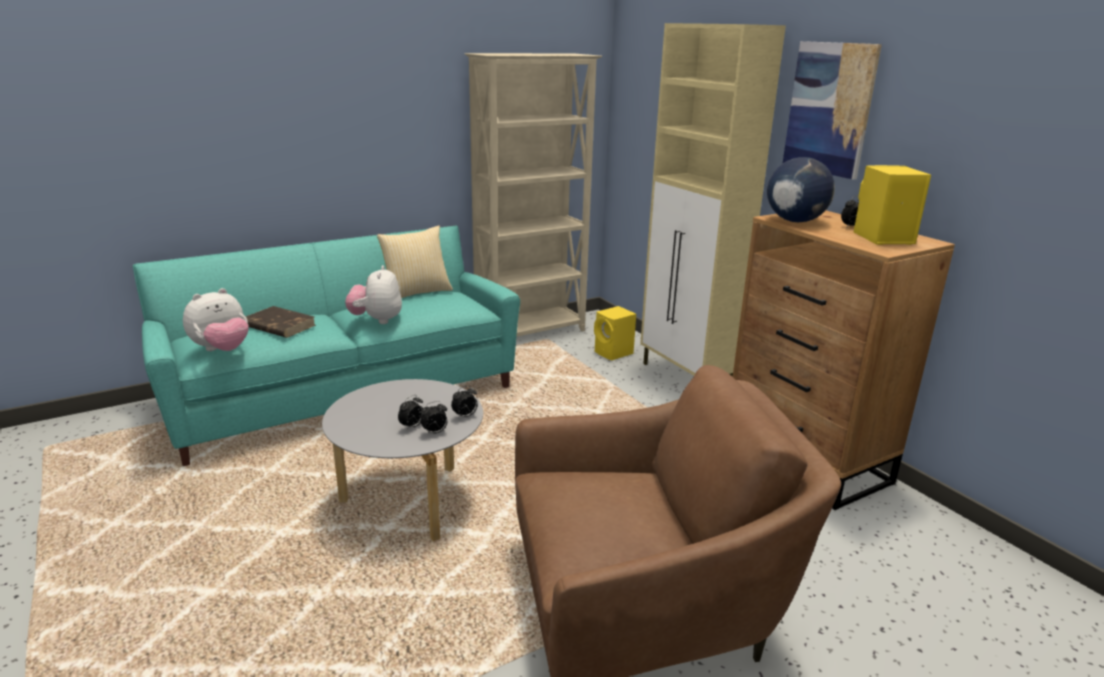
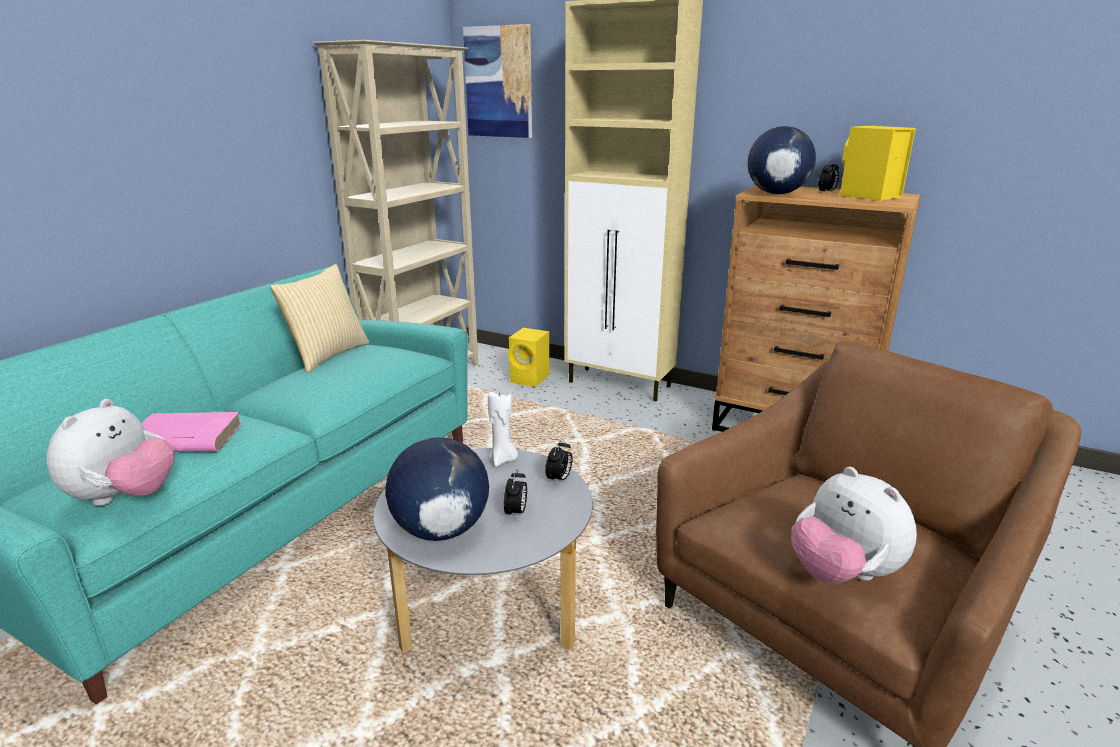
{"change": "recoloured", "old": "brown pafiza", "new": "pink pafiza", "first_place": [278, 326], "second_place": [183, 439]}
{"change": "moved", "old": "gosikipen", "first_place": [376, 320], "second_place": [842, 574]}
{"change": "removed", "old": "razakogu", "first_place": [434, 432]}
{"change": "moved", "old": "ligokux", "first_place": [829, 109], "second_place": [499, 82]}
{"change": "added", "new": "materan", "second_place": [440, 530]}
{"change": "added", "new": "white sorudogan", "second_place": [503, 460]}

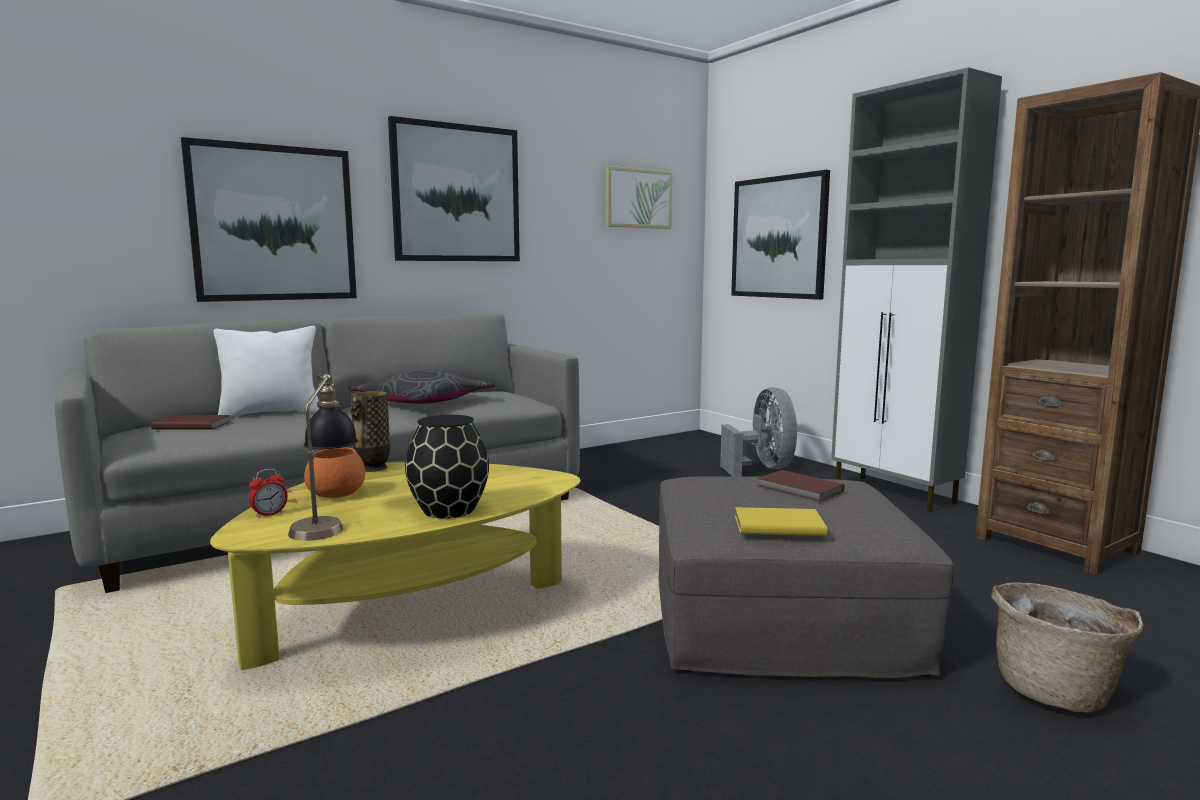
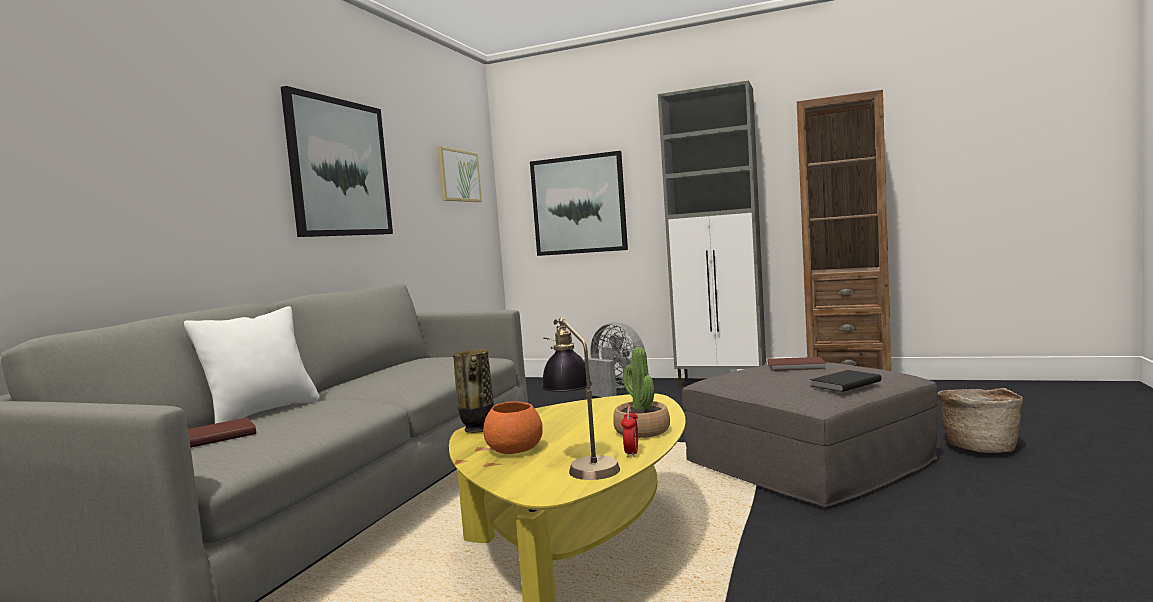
{"change": "removed", "old": "ligokux", "first_place": [274, 224]}
{"change": "moved", "old": "razakogu", "first_place": [269, 514], "second_place": [631, 453]}
{"change": "removed", "old": "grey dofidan", "first_place": [423, 402]}
{"change": "replaced", "old": "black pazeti", "new": "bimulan", "first_place": [448, 510], "second_place": [642, 431]}
{"change": "recoloured", "old": "yellow pafiza", "new": "black pafiza", "first_place": [777, 525], "second_place": [843, 383]}

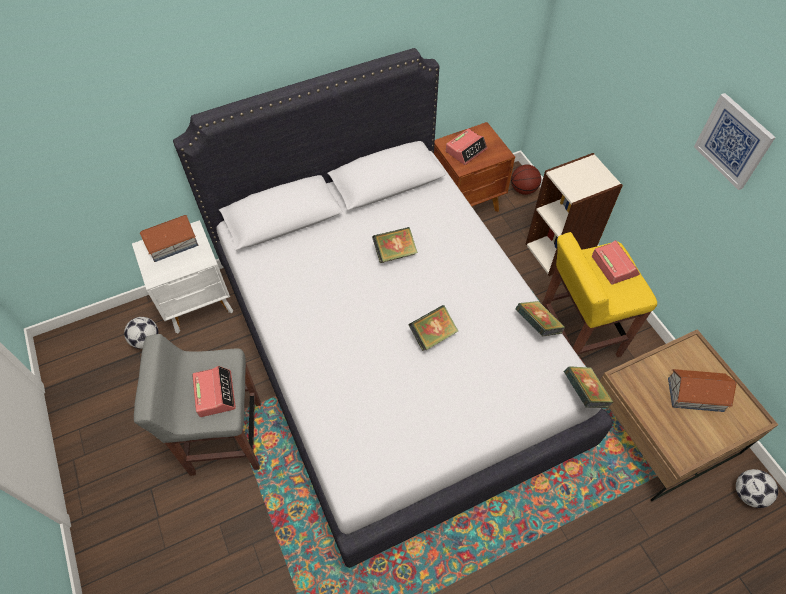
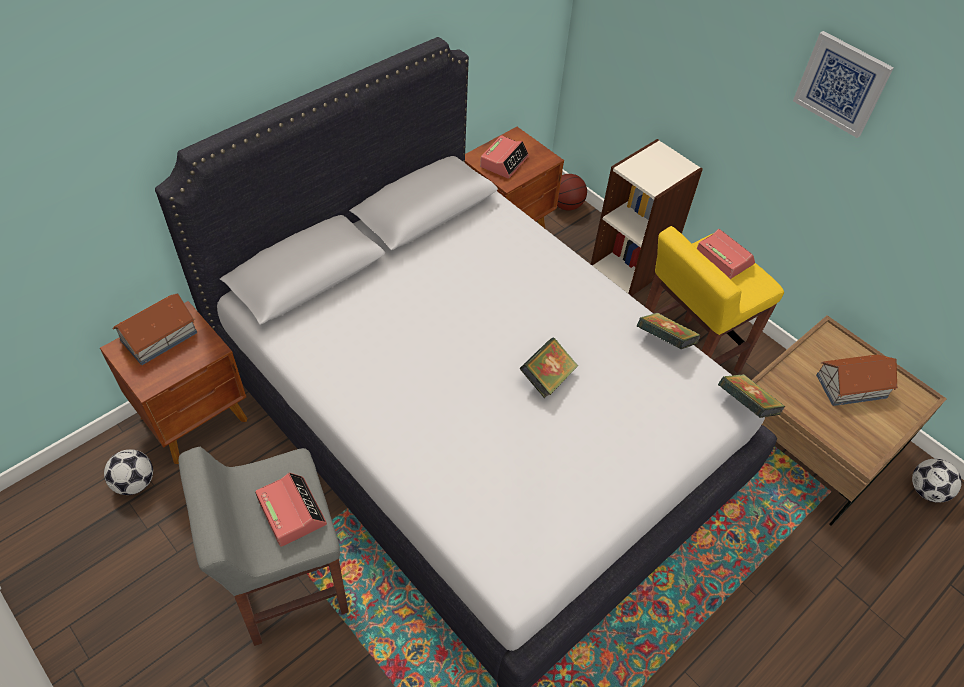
{"change": "recoloured", "old": "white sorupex", "new": "brown sorupex", "first_place": [199, 303], "second_place": [196, 419]}
{"change": "removed", "old": "pafiza", "first_place": [395, 253]}

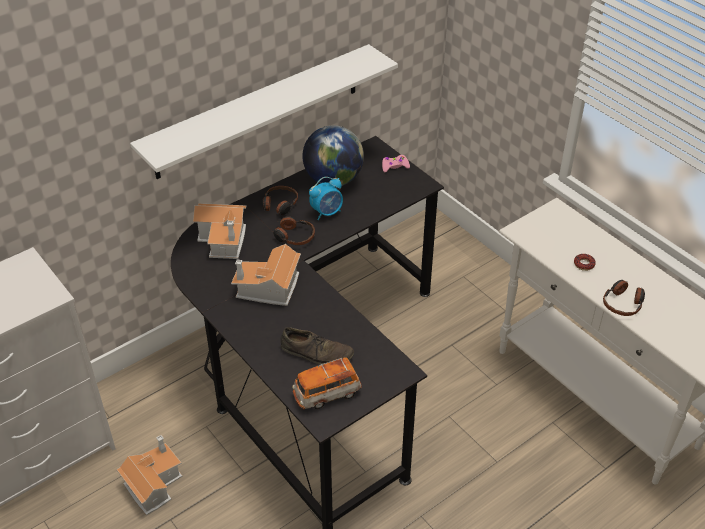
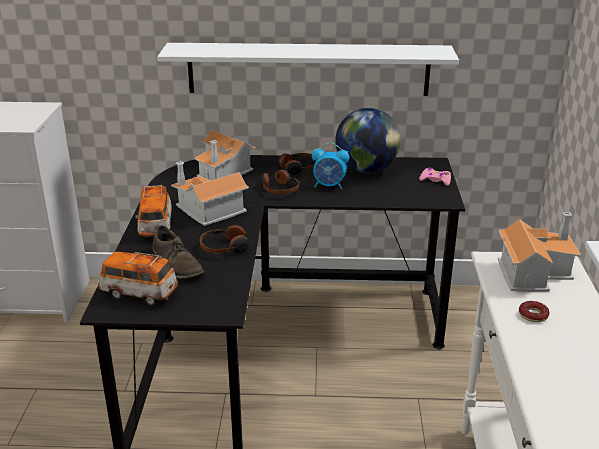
{"change": "moved", "old": "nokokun", "first_place": [153, 483], "second_place": [533, 271]}
{"change": "moved", "old": "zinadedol", "first_place": [623, 303], "second_place": [226, 247]}
{"change": "added", "new": "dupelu", "second_place": [155, 226]}

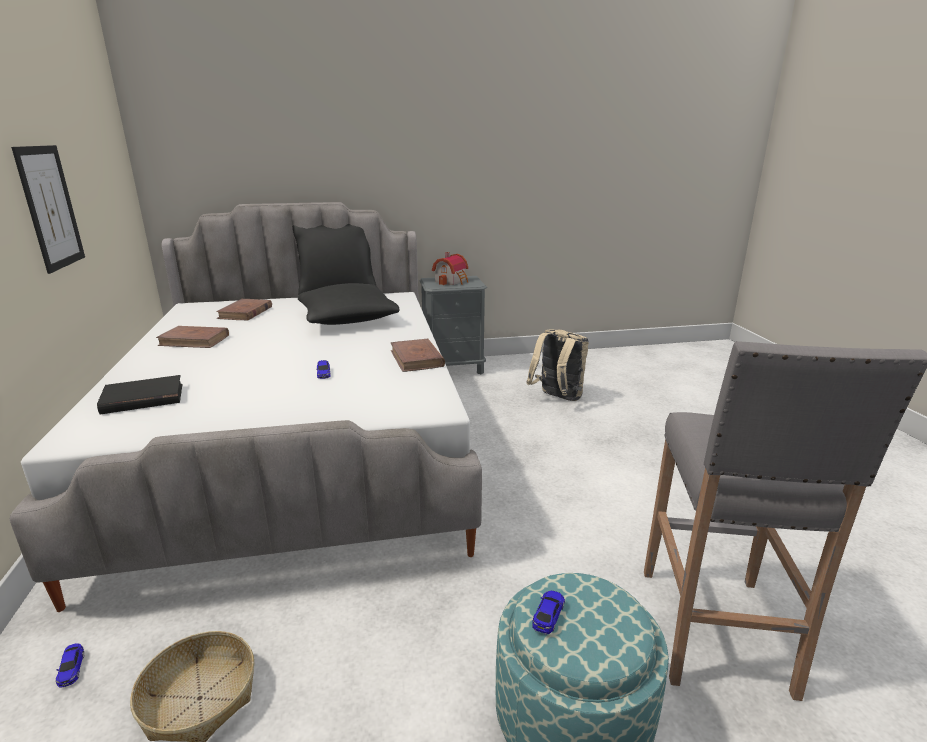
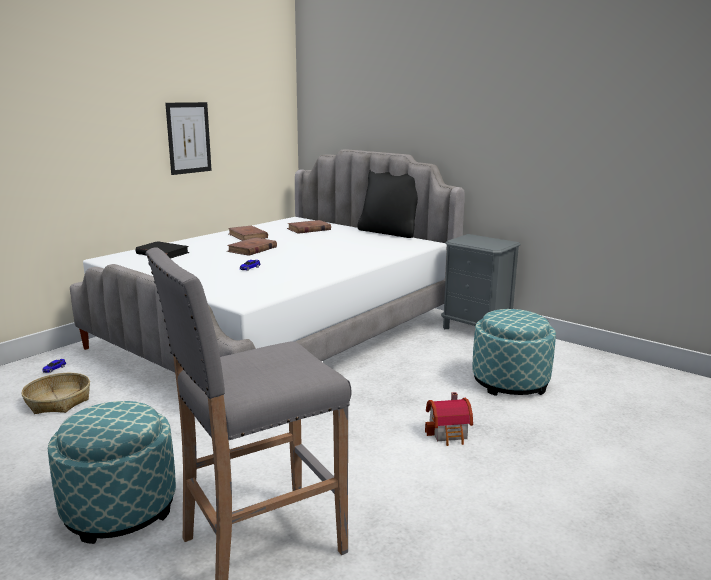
{"change": "removed", "old": "black dofidan", "first_place": [347, 319]}
{"change": "moved", "old": "brown pafiza", "first_place": [416, 359], "second_place": [252, 249]}
{"change": "moved", "old": "nokokun", "first_place": [452, 281], "second_place": [449, 433]}
{"change": "replaced", "old": "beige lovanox", "new": "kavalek", "first_place": [557, 398], "second_place": [510, 382]}
{"change": "removed", "old": "dupelu", "first_place": [548, 616]}

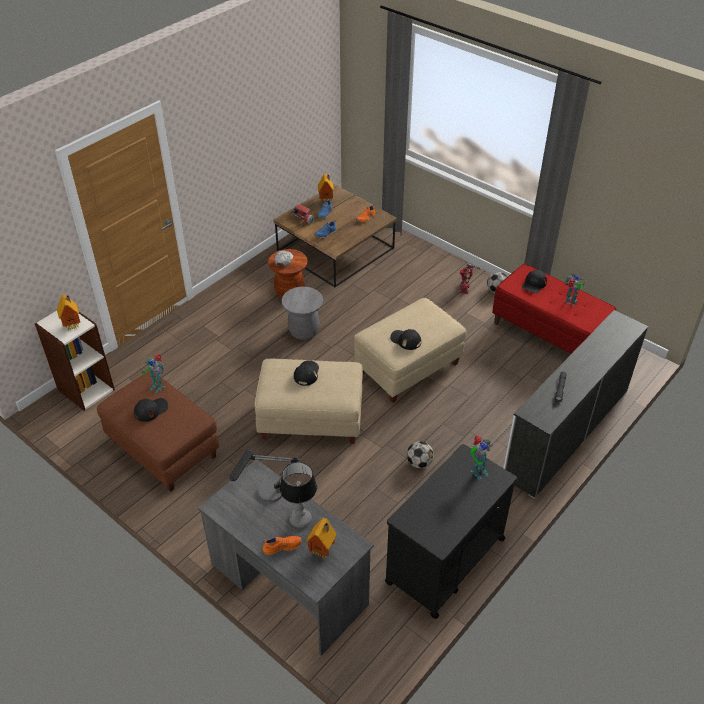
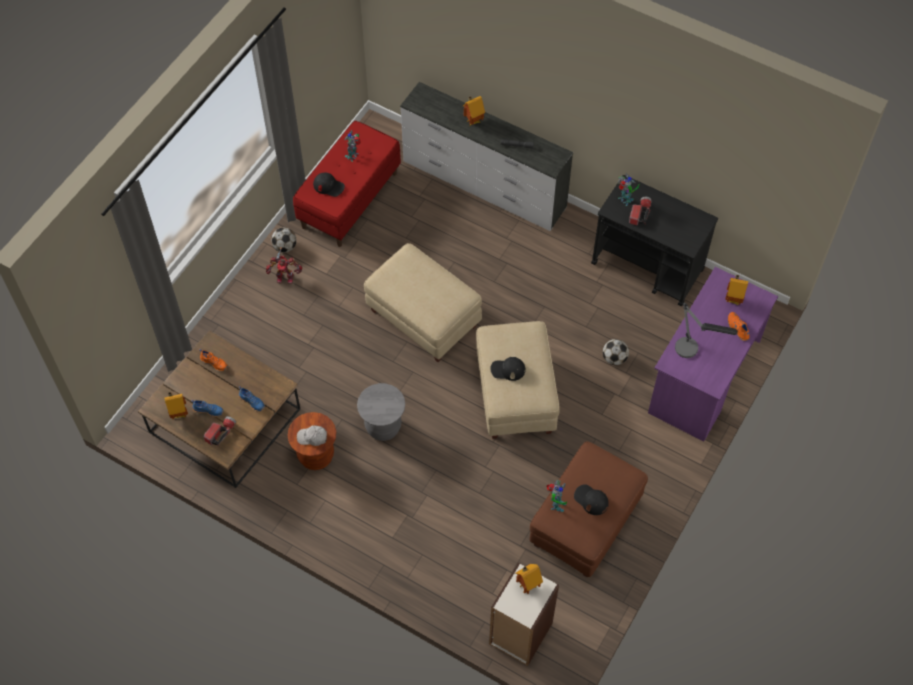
{"change": "recoloured", "old": "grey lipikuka", "new": "purple lipikuka", "first_place": [289, 584], "second_place": [704, 377]}
{"change": "removed", "old": "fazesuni", "first_place": [300, 520]}
{"change": "removed", "old": "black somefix", "first_place": [405, 340]}
{"change": "moved", "old": "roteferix", "first_place": [419, 463], "second_place": [614, 358]}
{"change": "added", "new": "nokokun", "second_place": [472, 121]}
{"change": "added", "new": "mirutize", "second_place": [640, 214]}

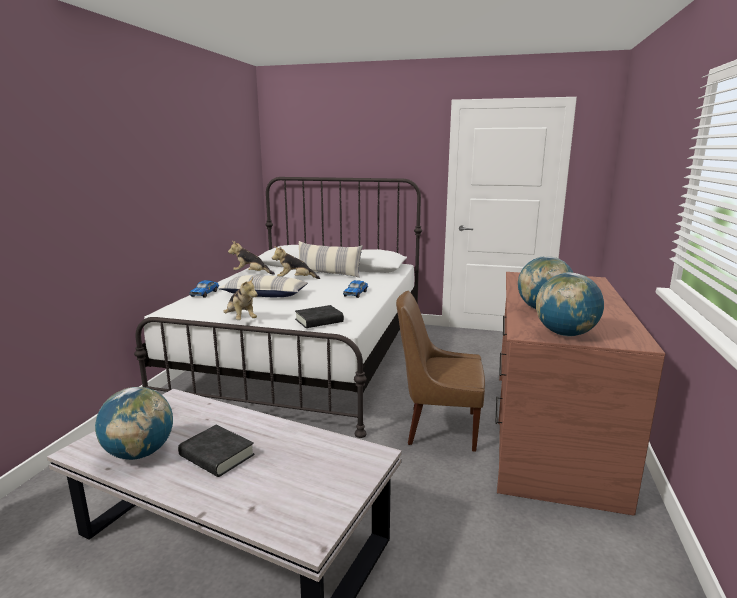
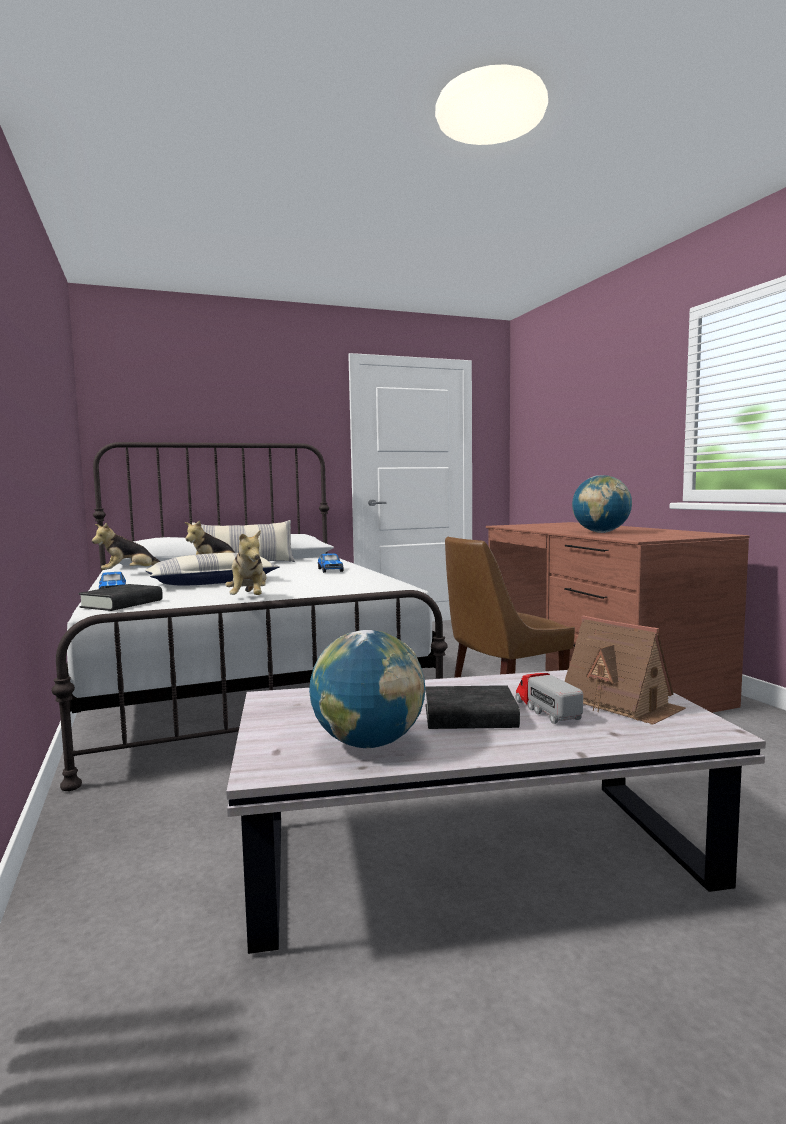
{"change": "turned", "old": "gosikipen", "first_place": [240, 319], "second_place": [249, 599], "degrees": 60}
{"change": "moved", "old": "black pafiza", "first_place": [319, 321], "second_place": [122, 604]}
{"change": "removed", "old": "materan", "first_place": [565, 334]}
{"change": "added", "new": "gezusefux", "second_place": [546, 710]}
{"change": "added", "new": "nokokun", "second_place": [622, 703]}

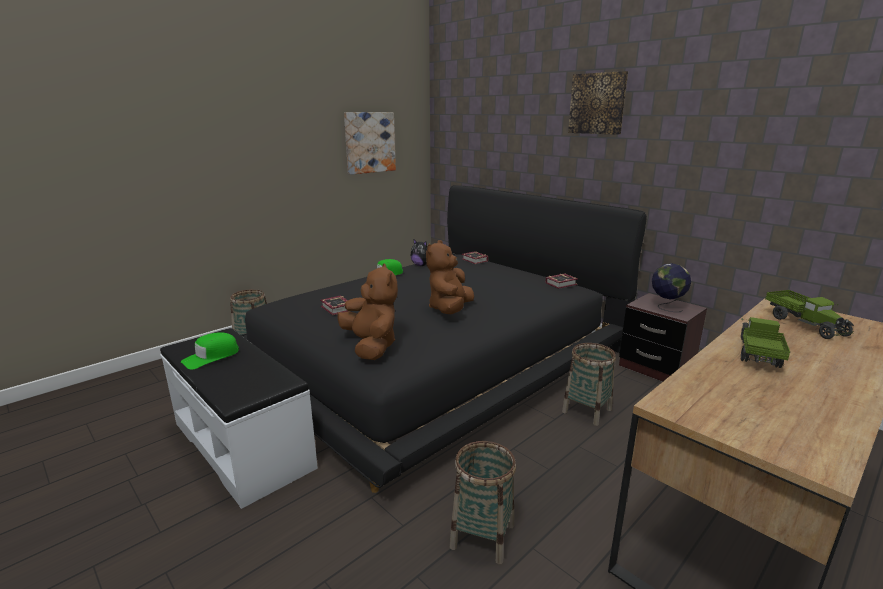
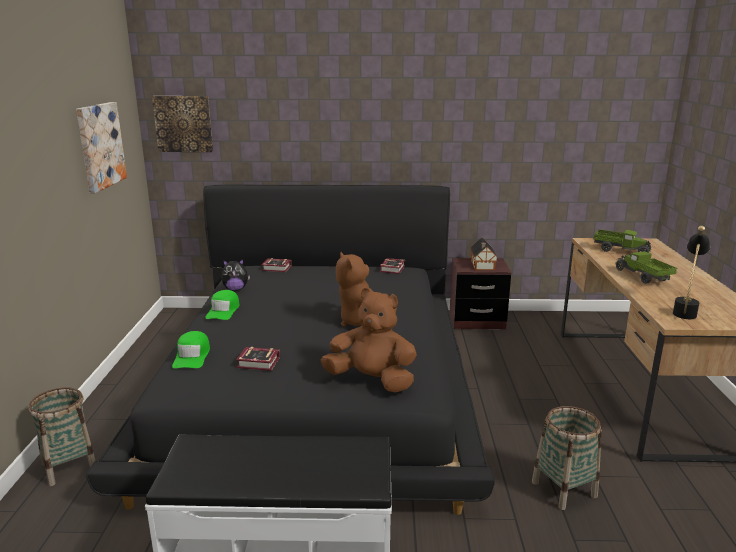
{"change": "moved", "old": "green somefix", "first_place": [211, 357], "second_place": [192, 356]}
{"change": "removed", "old": "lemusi", "first_place": [586, 410]}
{"change": "moved", "old": "ligokux", "first_place": [597, 103], "second_place": [183, 124]}
{"change": "replaced", "old": "materan", "new": "nokokun", "first_place": [666, 307], "second_place": [482, 265]}
{"change": "added", "new": "black fazesuni", "second_place": [685, 311]}

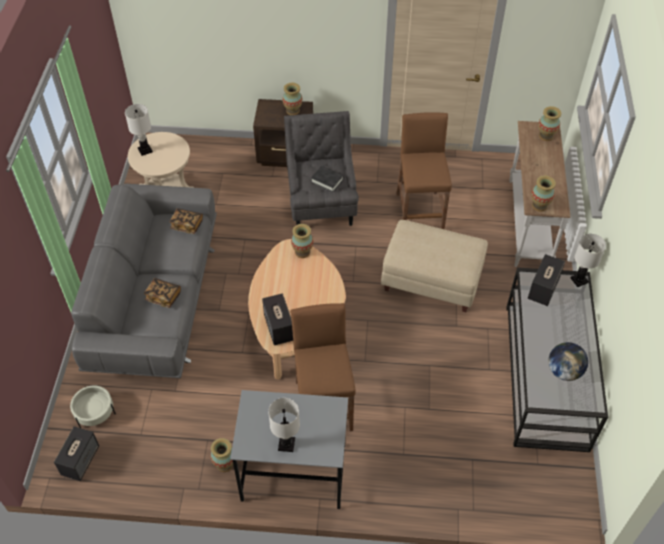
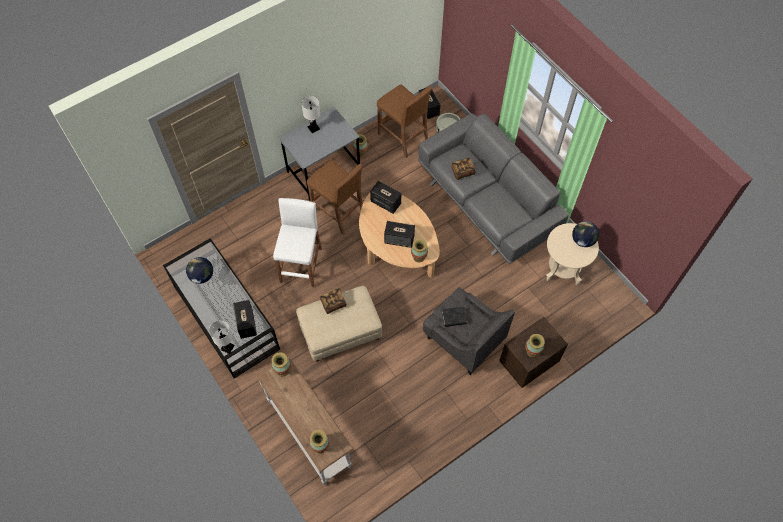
{"change": "replaced", "old": "white fazesuni", "new": "materan", "first_place": [145, 150], "second_place": [583, 240]}
{"change": "moved", "old": "pafiza", "first_place": [187, 225], "second_place": [333, 303]}
{"change": "moved", "old": "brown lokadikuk", "first_place": [419, 212], "second_place": [403, 137]}
{"change": "added", "new": "white lokadikuk", "second_place": [301, 265]}
{"change": "added", "new": "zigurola", "second_place": [399, 239]}

